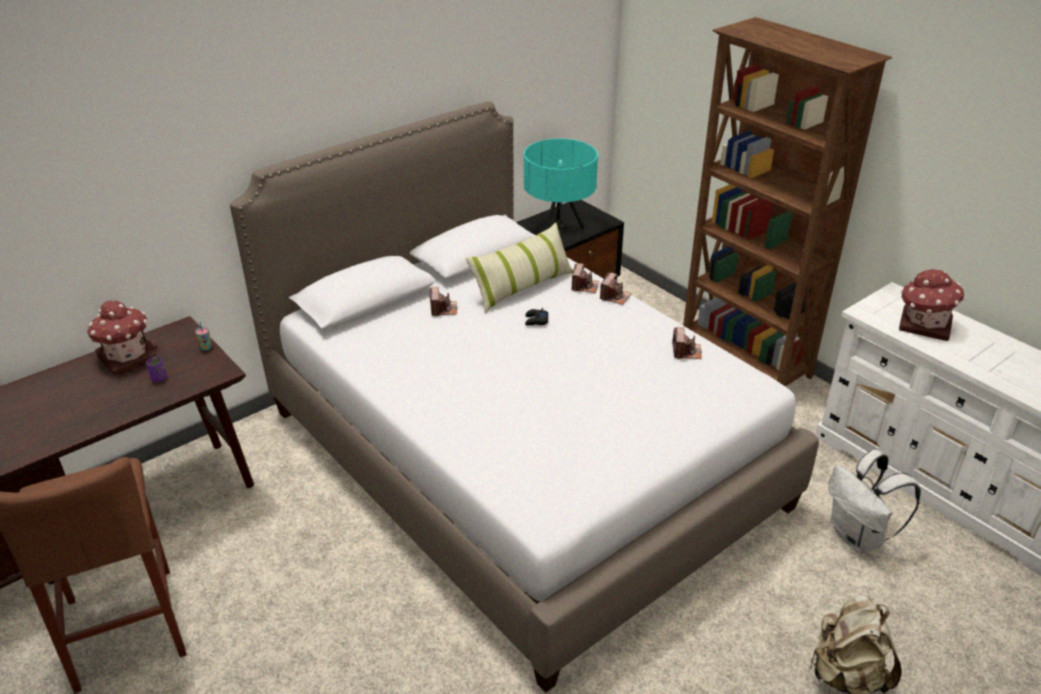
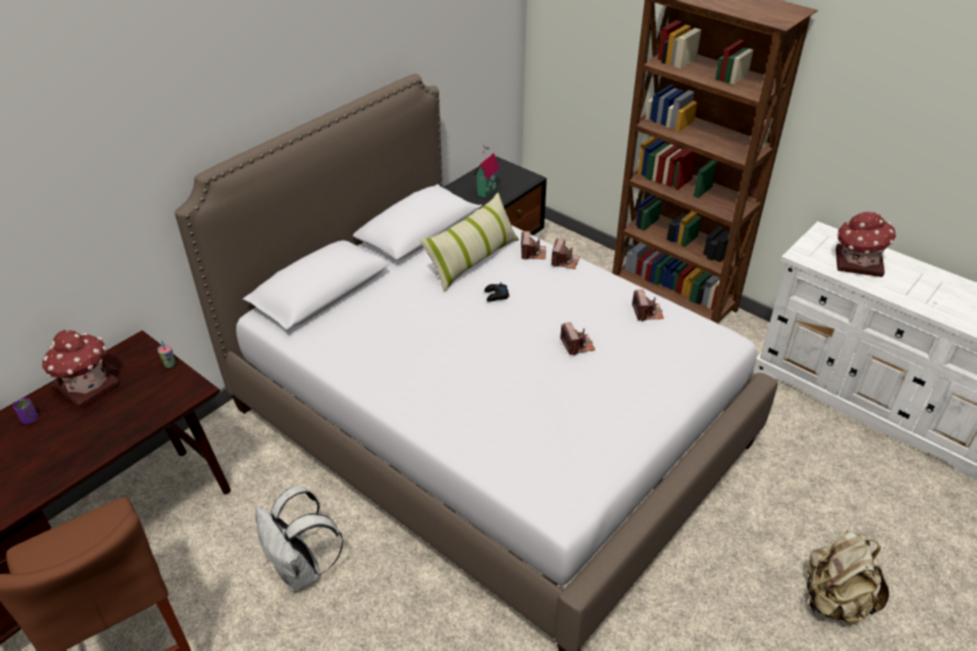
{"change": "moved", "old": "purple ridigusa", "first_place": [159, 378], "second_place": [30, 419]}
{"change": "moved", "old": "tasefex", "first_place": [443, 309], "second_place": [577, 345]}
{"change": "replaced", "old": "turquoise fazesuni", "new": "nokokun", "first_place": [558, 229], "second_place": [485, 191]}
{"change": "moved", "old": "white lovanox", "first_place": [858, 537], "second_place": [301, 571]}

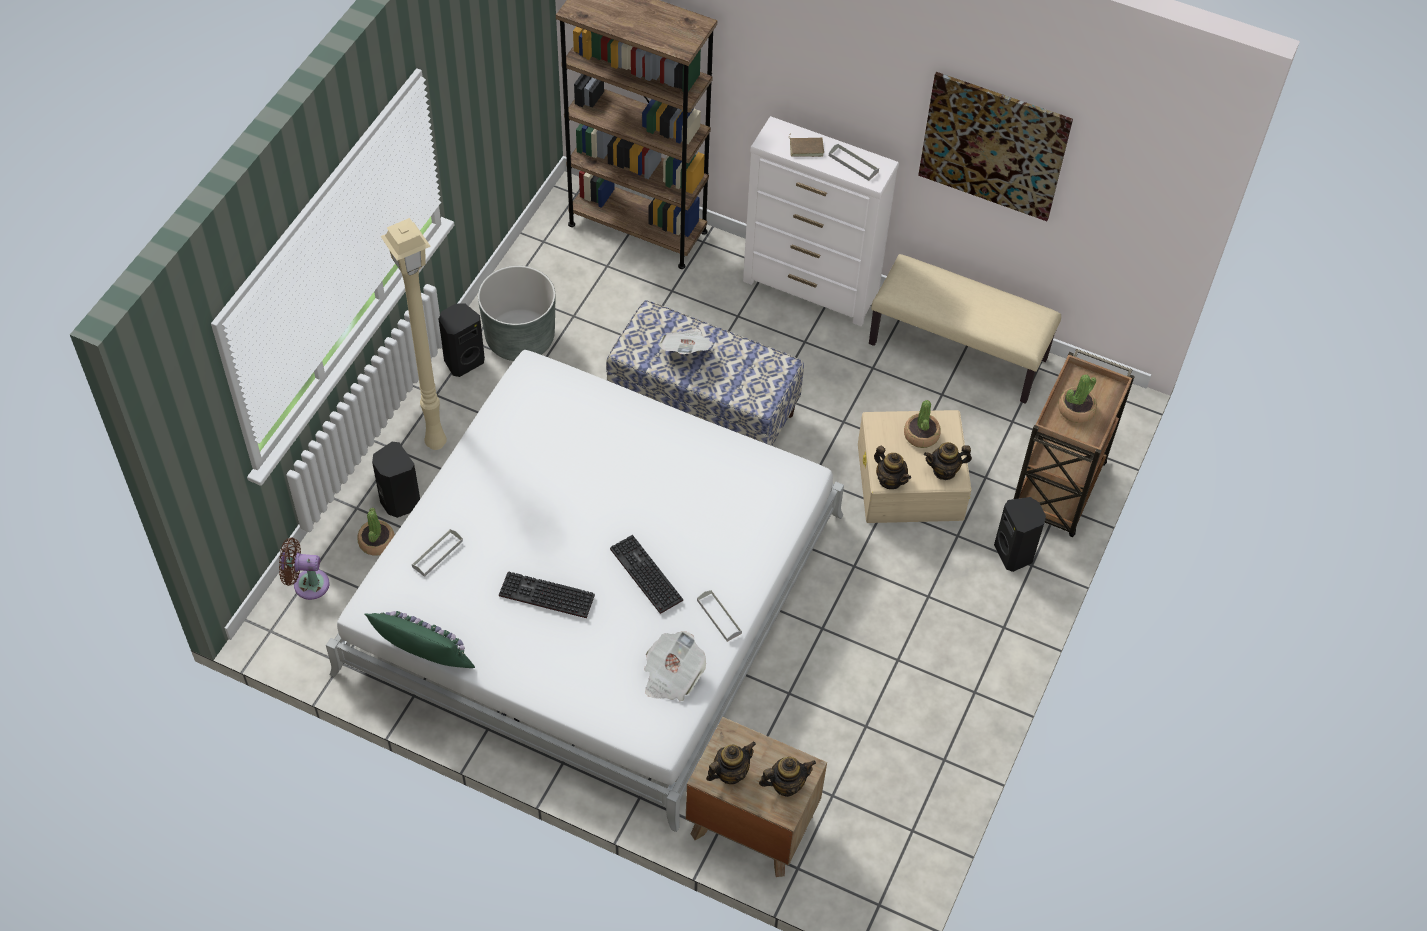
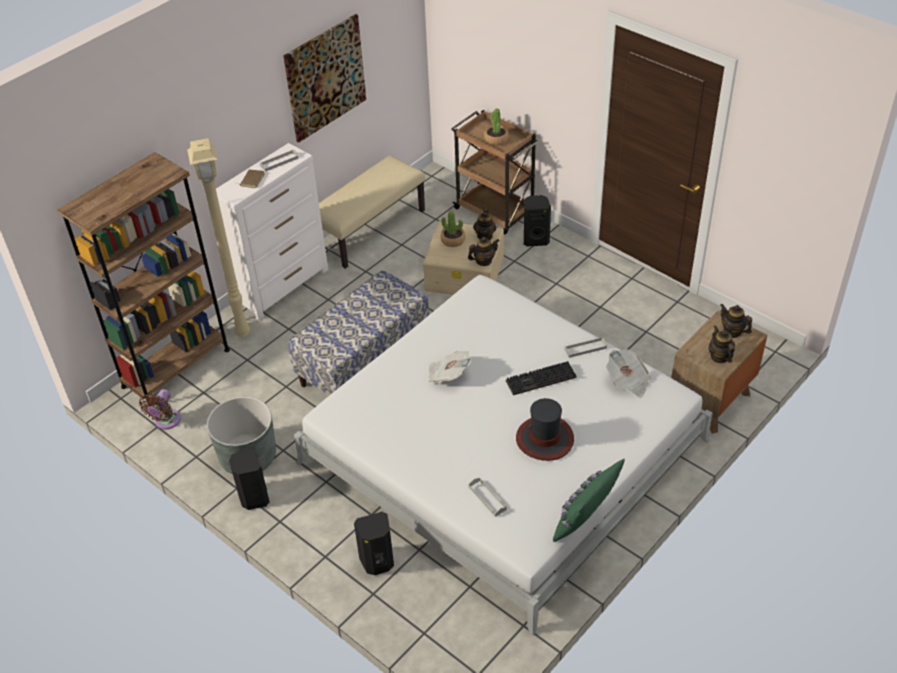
{"change": "moved", "old": "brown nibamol", "first_place": [307, 584], "second_place": [166, 422]}
{"change": "removed", "old": "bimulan", "first_place": [376, 542]}
{"change": "moved", "old": "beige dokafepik", "first_place": [436, 441], "second_place": [241, 332]}
{"change": "replaced", "old": "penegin", "new": "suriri", "first_place": [544, 597], "second_place": [545, 439]}
{"change": "moved", "old": "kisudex", "first_place": [686, 350], "second_place": [448, 375]}
{"change": "turned", "old": "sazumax", "first_place": [786, 784], "second_place": [732, 332], "degrees": -45}

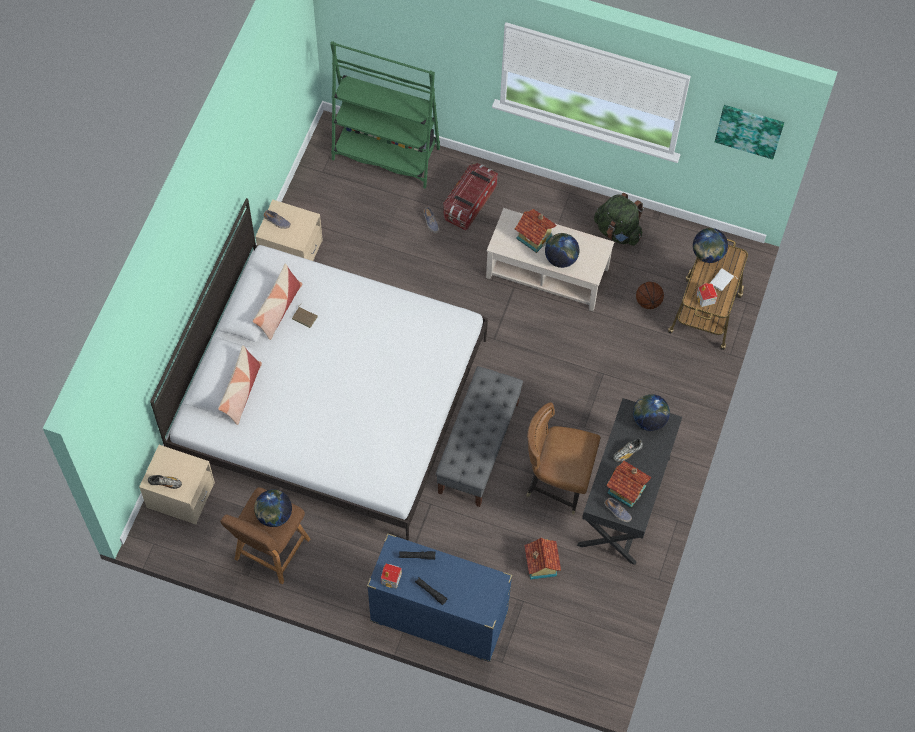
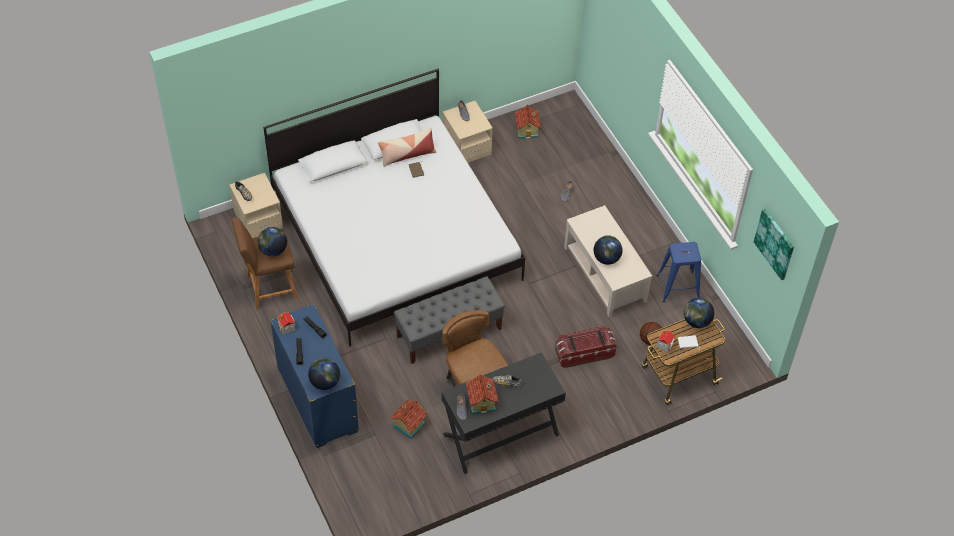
{"change": "removed", "old": "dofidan", "first_place": [241, 392]}
{"change": "removed", "old": "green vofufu", "first_place": [386, 154]}
{"change": "moved", "old": "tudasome", "first_place": [469, 203], "second_place": [584, 353]}
{"change": "moved", "old": "nokokun", "first_place": [534, 236], "second_place": [527, 130]}
{"change": "replaced", "old": "green lovanox", "new": "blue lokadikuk", "first_place": [618, 231], "second_place": [678, 287]}
{"change": "moved", "old": "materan", "first_place": [649, 420], "second_place": [325, 382]}

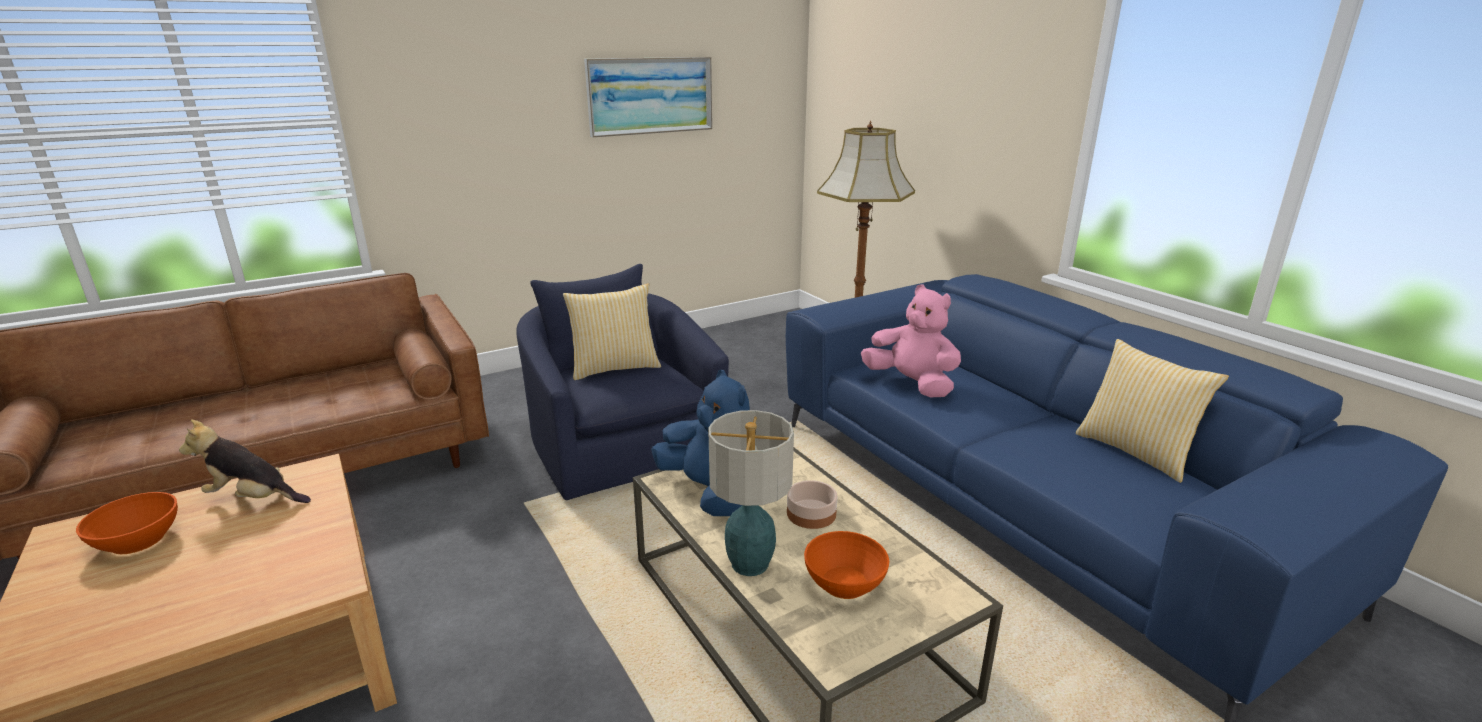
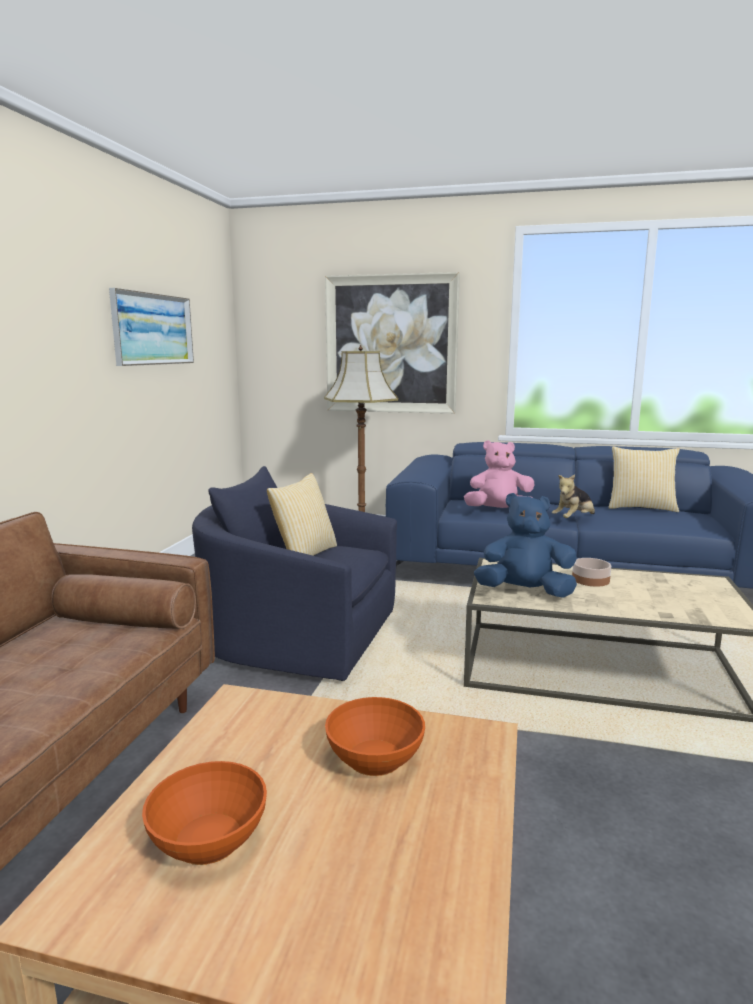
{"change": "moved", "old": "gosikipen", "first_place": [253, 498], "second_place": [574, 519]}
{"change": "removed", "old": "fazesuni", "first_place": [749, 563]}
{"change": "moved", "old": "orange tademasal", "first_place": [845, 583], "second_place": [376, 758]}
{"change": "added", "new": "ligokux", "second_place": [391, 344]}

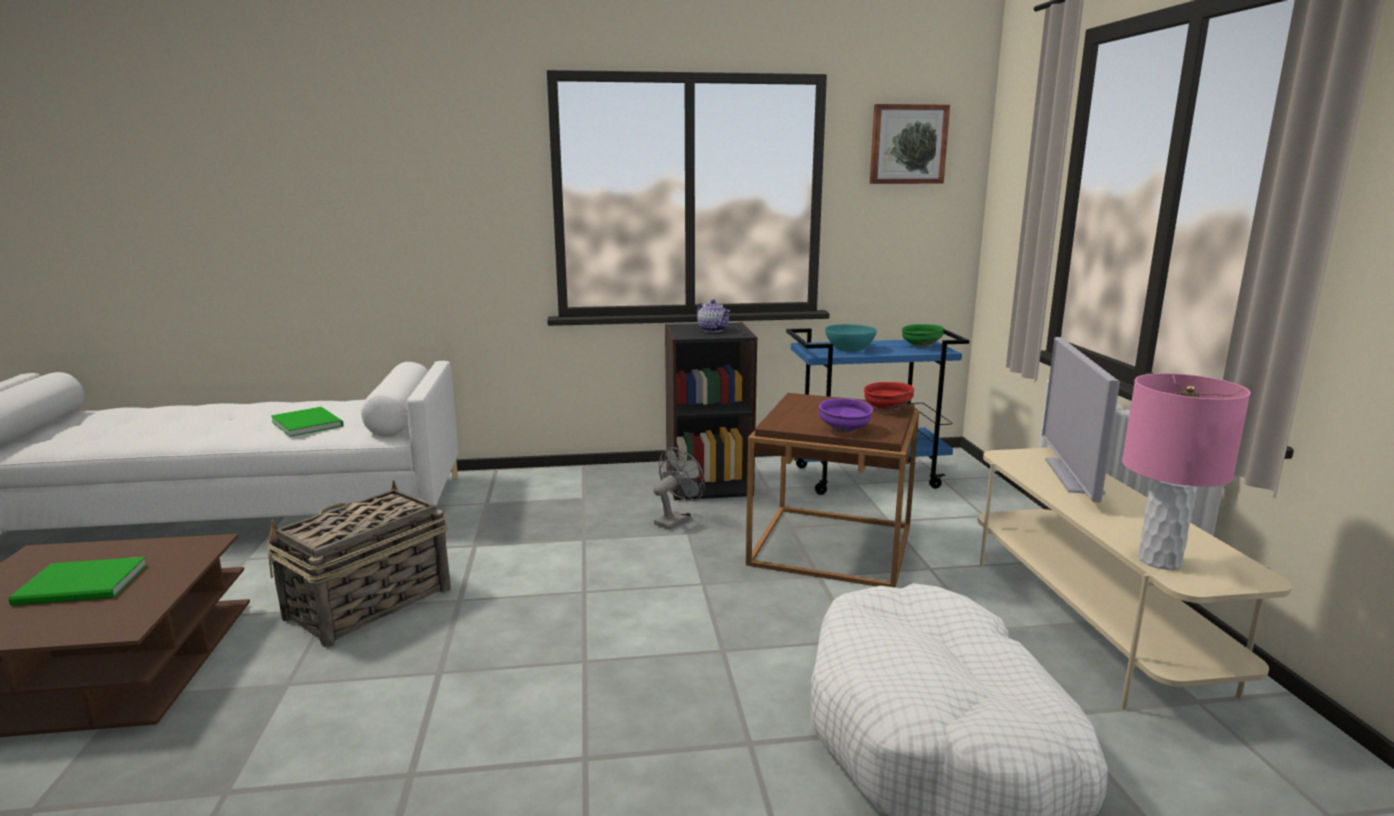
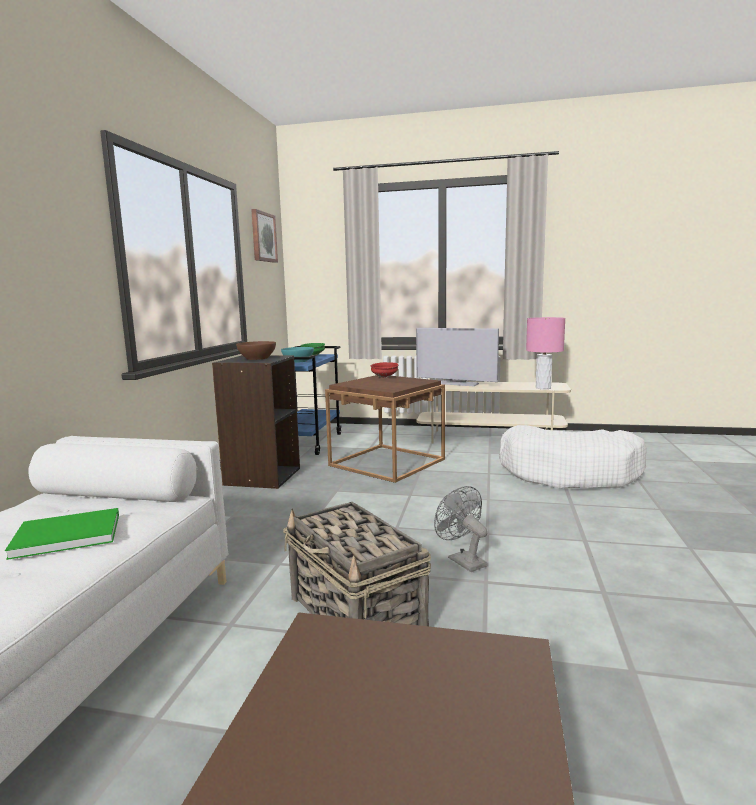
{"change": "removed", "old": "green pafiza", "first_place": [84, 585]}
{"change": "moved", "old": "grey nibamol", "first_place": [676, 520], "second_place": [462, 560]}
{"change": "replaced", "old": "sazumax", "new": "brown tademasal", "first_place": [713, 330], "second_place": [257, 358]}
{"change": "removed", "old": "purple tademasal", "first_place": [844, 430]}

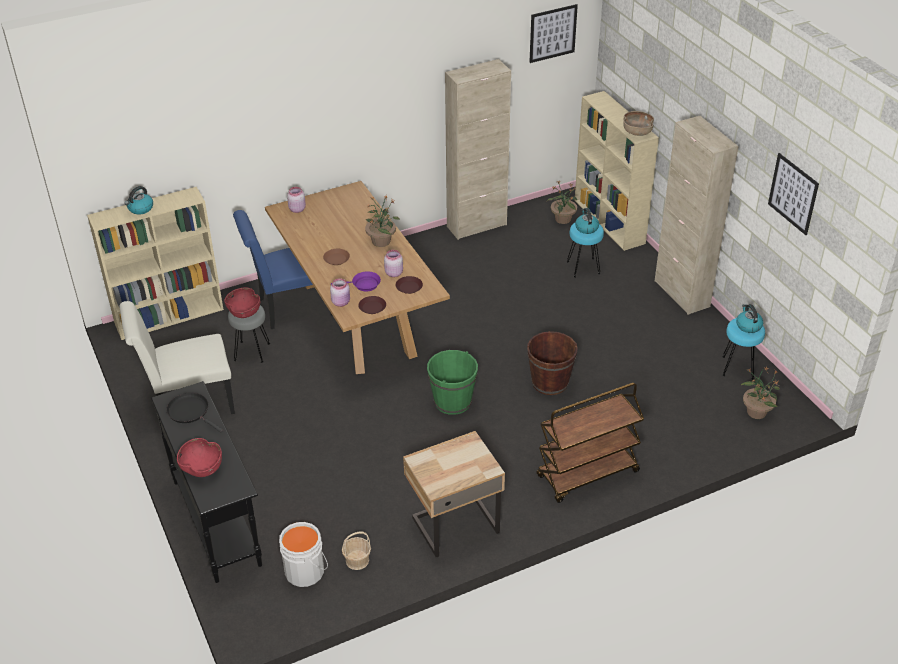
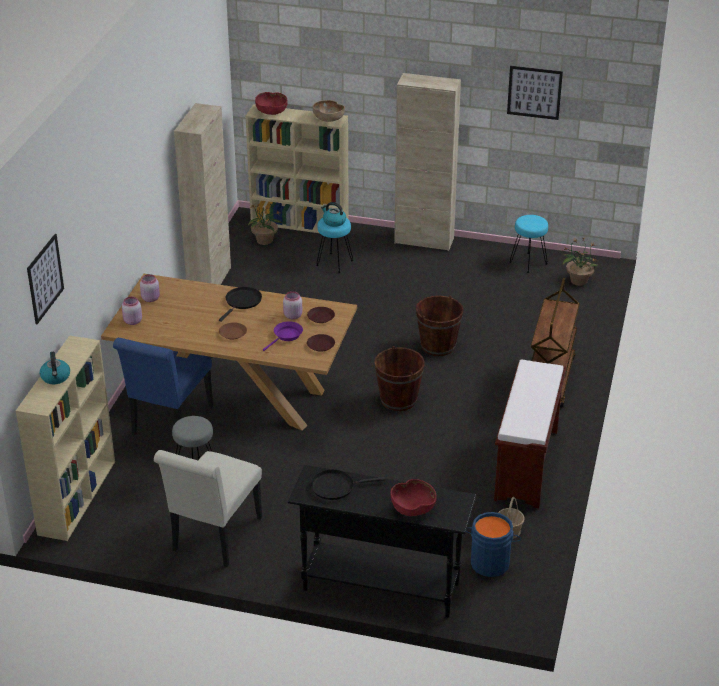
{"change": "moved", "old": "red tademasal", "first_place": [244, 312], "second_place": [271, 112]}
{"change": "recoloured", "old": "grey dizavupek", "new": "blue dizavupek", "first_place": [306, 570], "second_place": [490, 562]}
{"change": "moved", "old": "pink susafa", "first_place": [341, 302], "second_place": [151, 298]}
{"change": "replaced", "old": "bimulan", "new": "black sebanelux", "first_place": [381, 241], "second_place": [242, 302]}
{"change": "replaced", "old": "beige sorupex", "new": "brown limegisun", "first_place": [453, 524], "second_place": [527, 465]}
{"change": "recoloured", "old": "green dizavupek", "new": "brown dizavupek", "first_place": [452, 401], "second_place": [398, 400]}
{"change": "moved", "old": "ligokux", "first_place": [553, 33], "second_place": [45, 278]}
{"change": "removed", "old": "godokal", "first_place": [748, 326]}

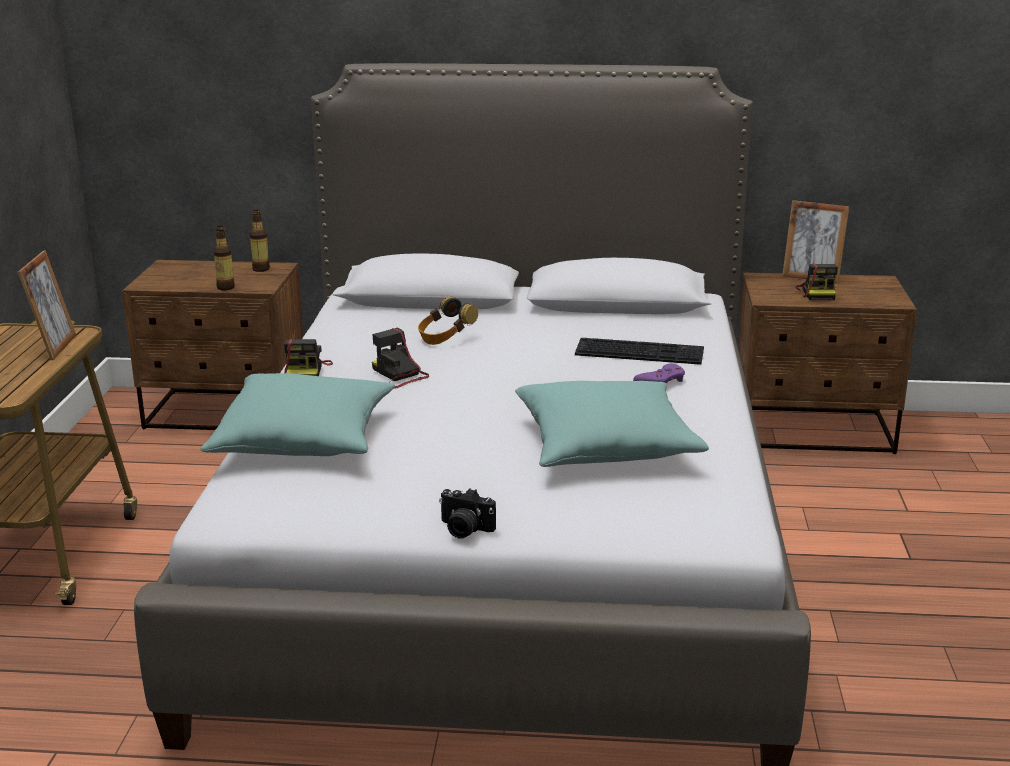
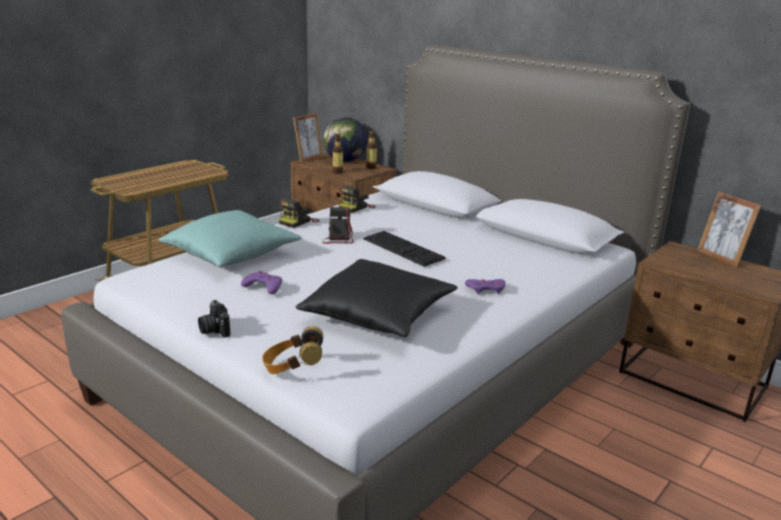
{"change": "moved", "old": "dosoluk", "first_place": [55, 347], "second_place": [308, 158]}
{"change": "moved", "old": "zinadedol", "first_place": [445, 338], "second_place": [292, 368]}
{"change": "recoloured", "old": "turquoise dofidan", "new": "black dofidan", "first_place": [606, 446], "second_place": [378, 315]}
{"change": "moved", "old": "penegin", "first_place": [641, 352], "second_place": [404, 249]}
{"change": "moved", "old": "tasefex", "first_place": [817, 293], "second_place": [356, 207]}
{"change": "added", "new": "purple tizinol", "second_place": [263, 286]}
{"change": "added", "new": "materan", "second_place": [345, 161]}

